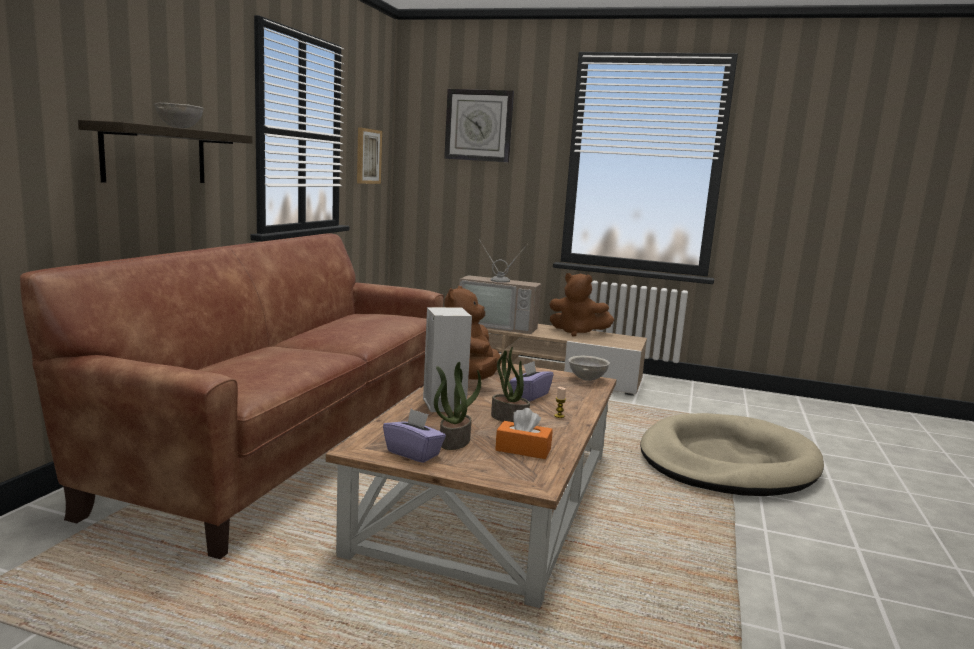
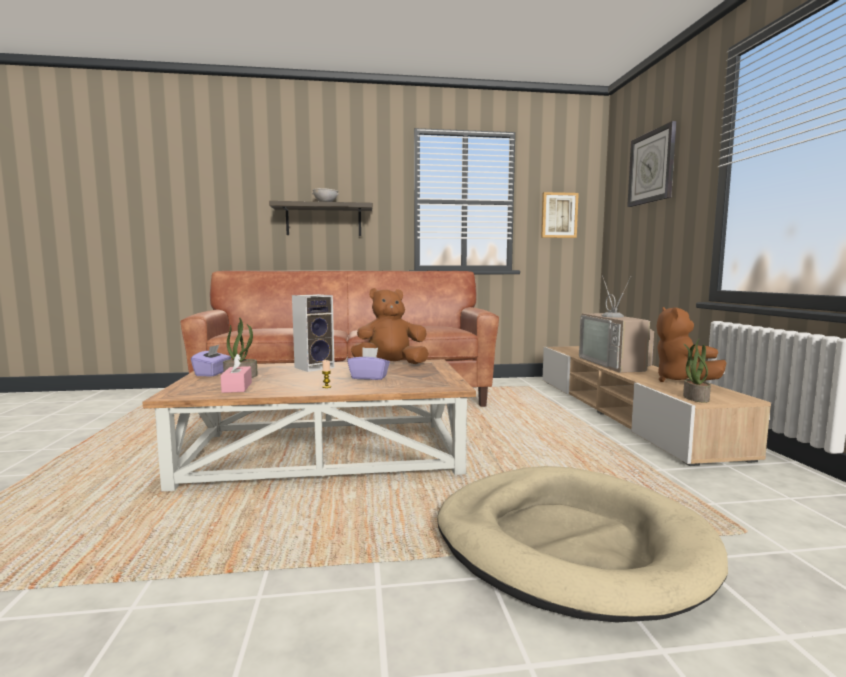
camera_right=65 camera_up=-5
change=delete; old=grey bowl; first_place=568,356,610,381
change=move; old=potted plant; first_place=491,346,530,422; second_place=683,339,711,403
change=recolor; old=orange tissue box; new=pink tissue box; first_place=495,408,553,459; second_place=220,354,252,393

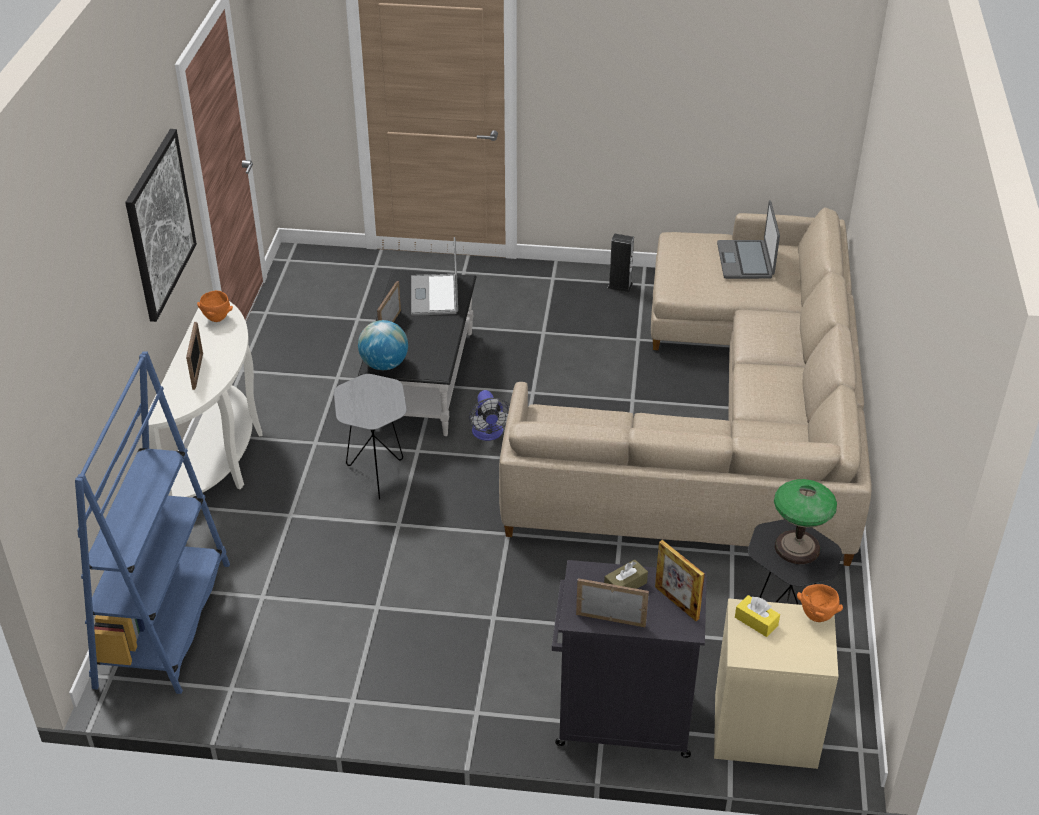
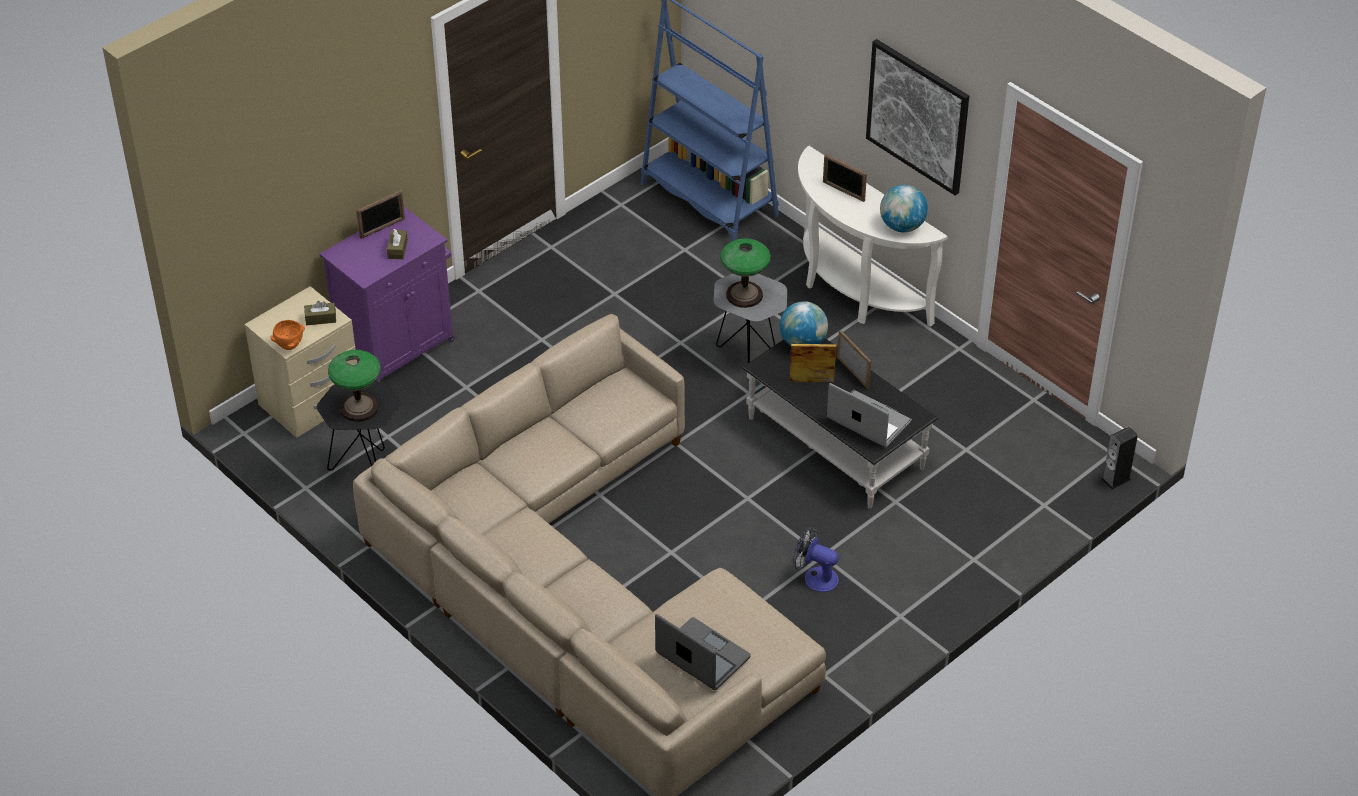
camera_right=130 camera_up=5
change=insert; new=table lamp; second_place=720,238,771,308
change=move; old=fan; first_place=469,390,510,441; second_place=793,527,839,592
change=move; old=speaker; first_place=608,234,634,292; second_place=1100,426,1138,490
change=move; old=picture frame; first_place=655,540,705,621; second_place=790,344,836,382
change=replace; old=orange bowl; new=globe; first_place=197,290,233,322; second_place=880,185,928,233
change=recolor; old=black cabinet; new=purple cabinet; first_place=552,560,707,758; second_place=320,207,455,381
change=recolor; old=yellow tissue box; new=brown tissue box; first_place=735,595,780,637; second_place=304,301,336,325

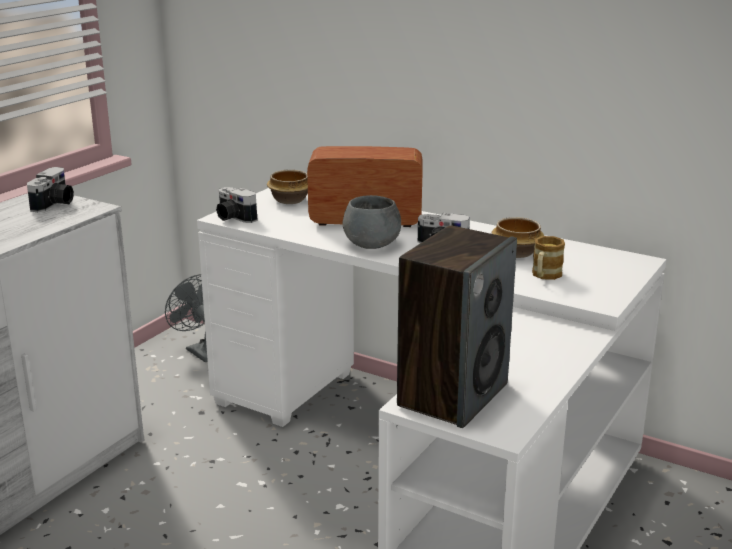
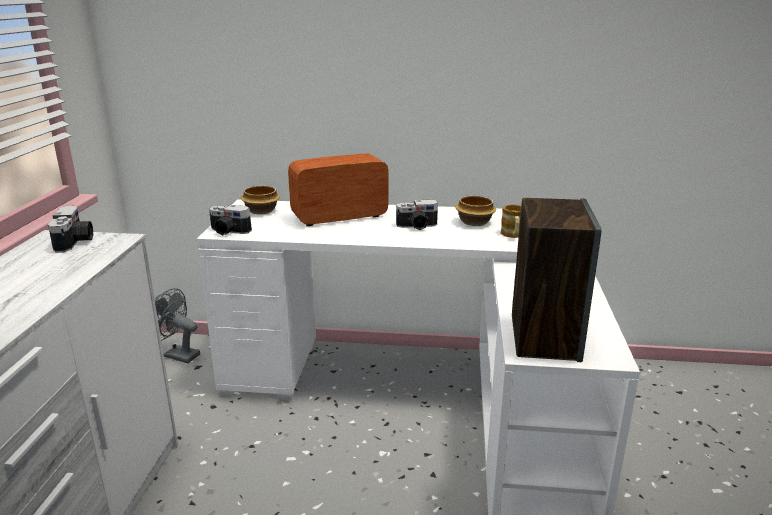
camera_right=-25 camera_up=0
change=delete; old=grey bowl; first_place=343,195,401,249

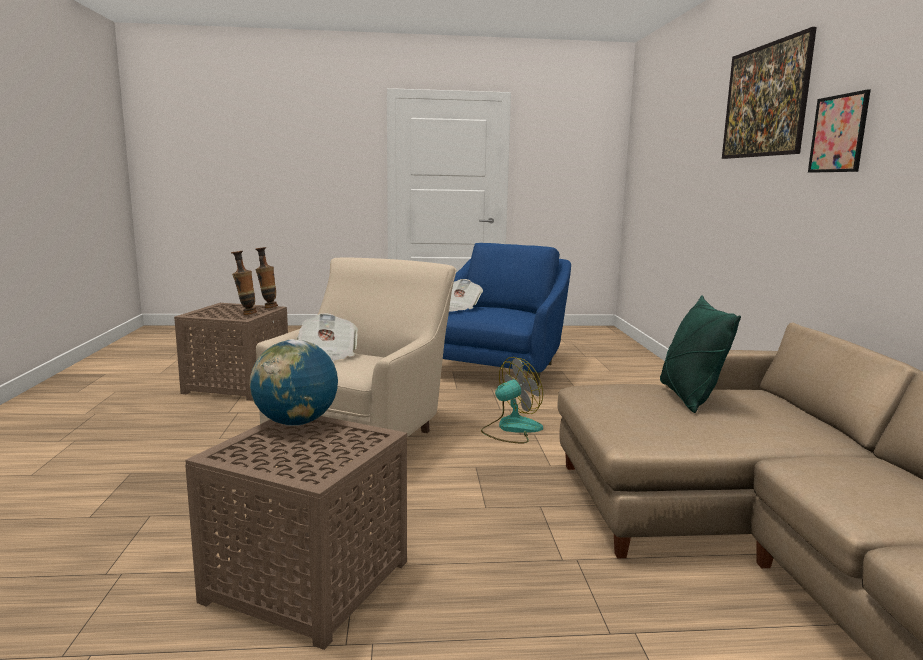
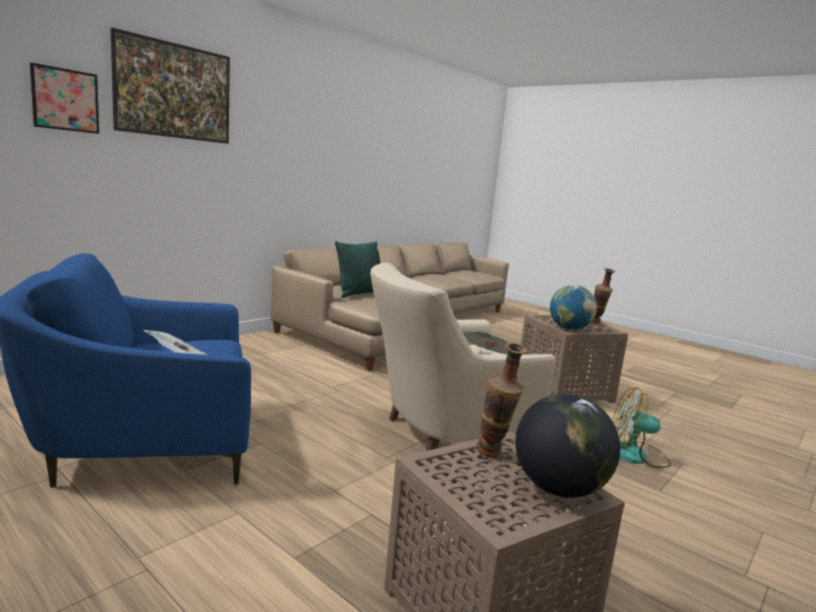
camera_right=-135 camera_up=0
change=insert; new=globe; second_place=515,394,620,498
change=move; old=vase; first_place=255,247,278,308; second_place=591,268,615,324
change=move; old=fan; first_place=481,357,543,443; second_place=613,387,671,468
change=move; old=picture; first_place=808,90,871,173; second_place=30,62,99,134

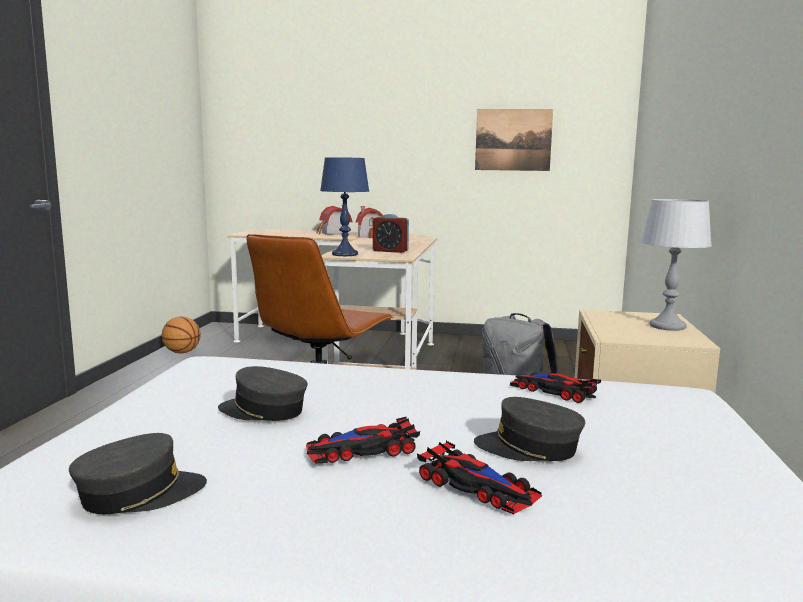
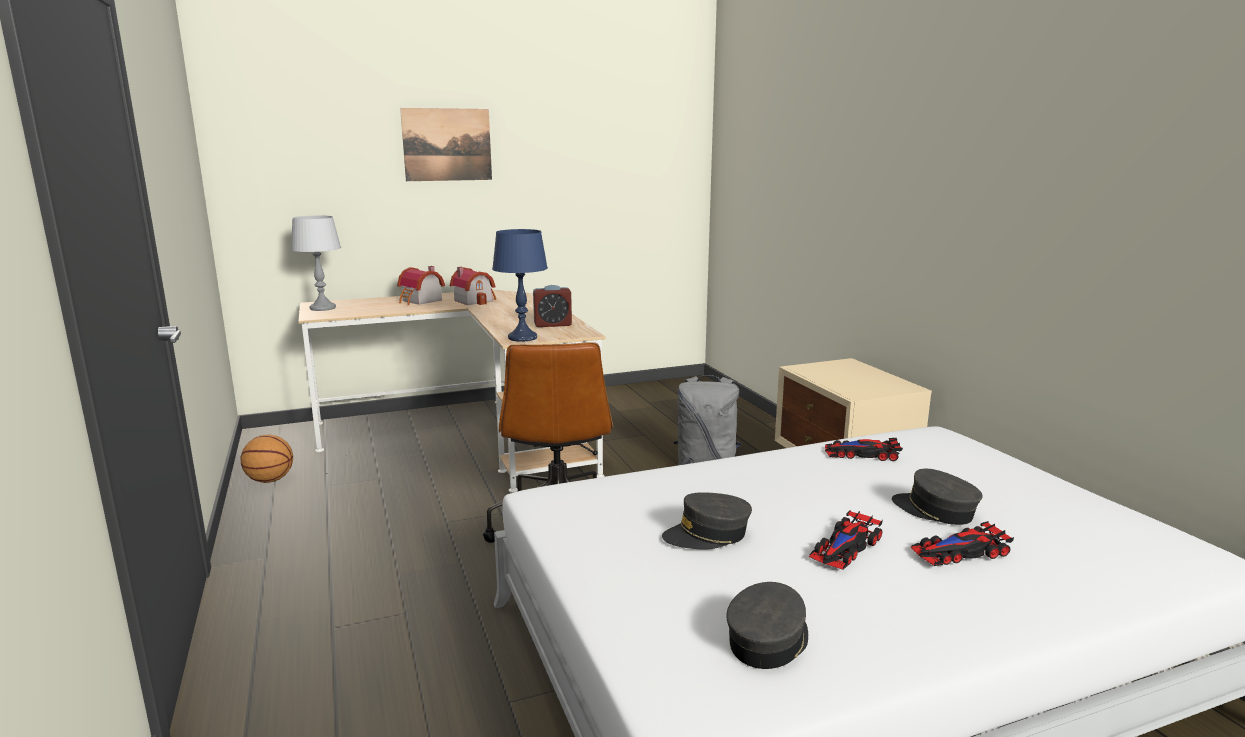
camera_right=-30 camera_up=5
change=move; old=picture; first_place=475,109,553,171; second_place=400,108,492,181
change=move; old=grey table lamp; first_place=641,199,712,331; second_place=291,215,341,311
change=rotate; old=toy car; first_place=417,441,542,514; second_place=911,521,1014,566; degrees=150
change=rotate; old=grey cap; first_place=474,397,585,461; second_place=892,469,982,525; degrees=60

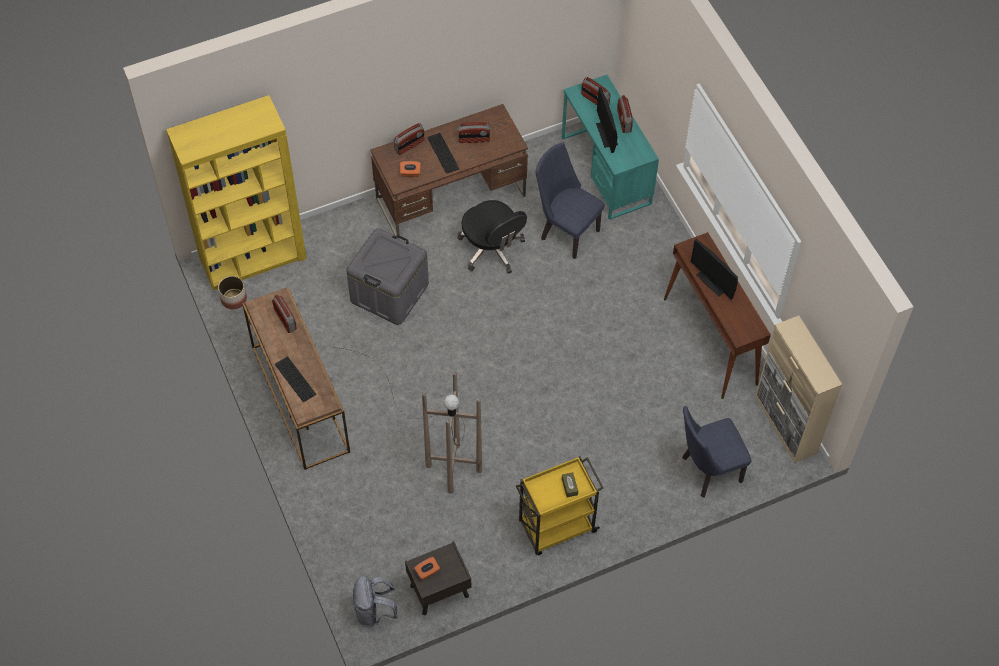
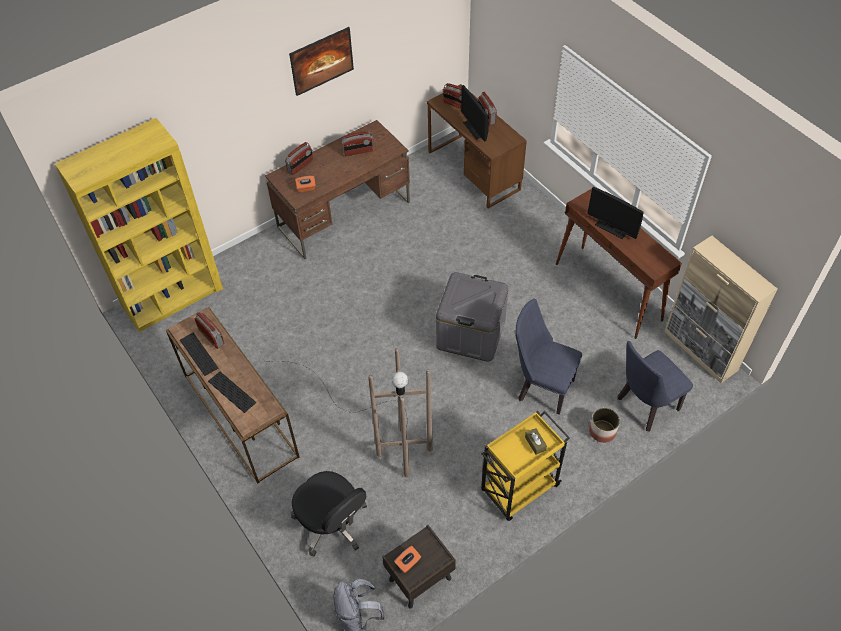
camera_right=-10 camera_up=-5
change=insert; new=picture; second_place=289,27,354,96
change=move; old=planter; first_place=218,276,247,309; second_place=589,408,620,443
change=move; old=grey storage box; first_place=346,228,429,325; second_place=436,272,508,362
change=move; old=keyboard; first_place=427,133,459,174; second_place=180,333,218,376
change=move; old=black office chair; first_place=457,200,527,273; second_place=291,471,367,556
change=move; old=blue chair; first_place=536,142,605,259; second_place=516,298,582,415
change=recolor; old=turquoise desk; new=brown desk; first_place=562,75,659,220; second_place=427,84,527,208

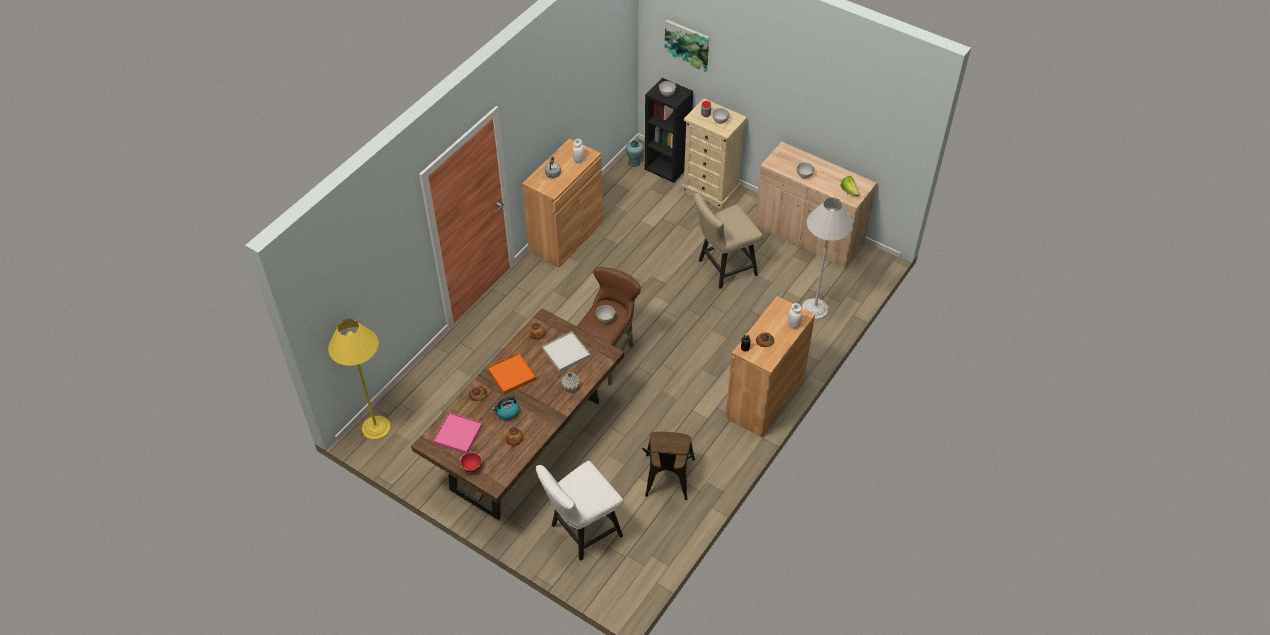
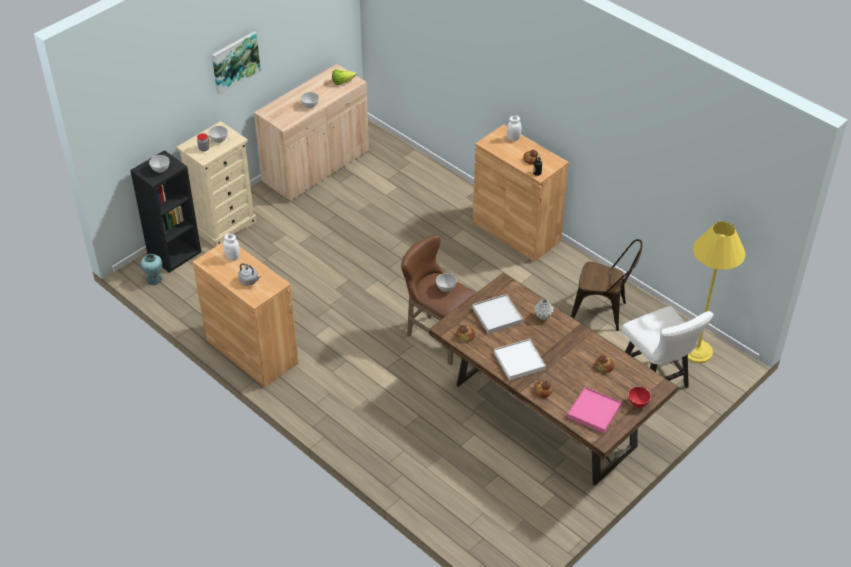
camera_right=-80 camera_up=-5
change=delete; old=kettle; first_place=492,397,520,420
change=delete; old=beige chair; first_place=694,193,763,289
change=delete; old=white floor lamp; first_place=802,197,853,320
change=move; old=yellow floor lamp; first_place=328,319,391,441; second_place=688,221,746,363
change=move; old=picture; first_place=664,20,709,73; second_place=212,32,261,95
change=recolor; old=orange tray; new=white tray; first_place=488,353,536,395; second_place=494,339,546,380

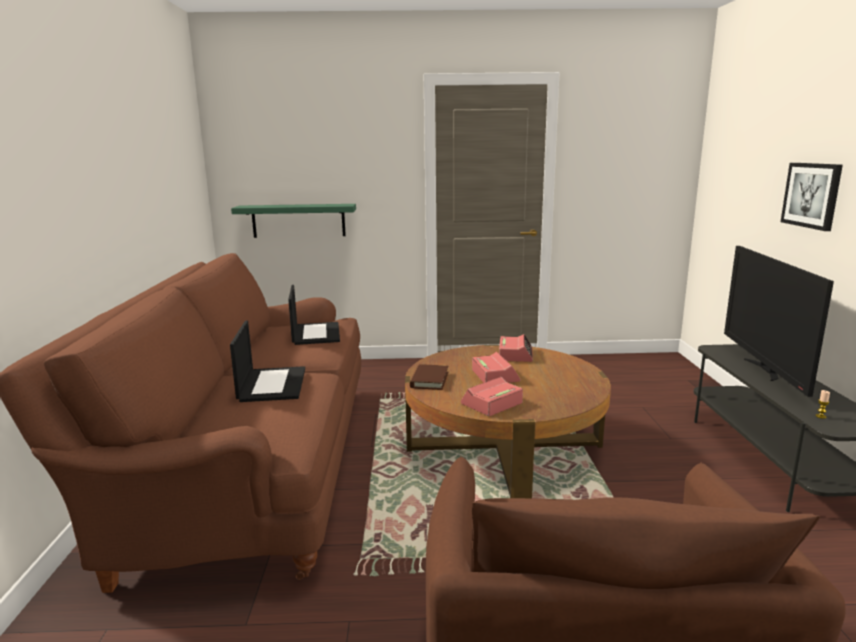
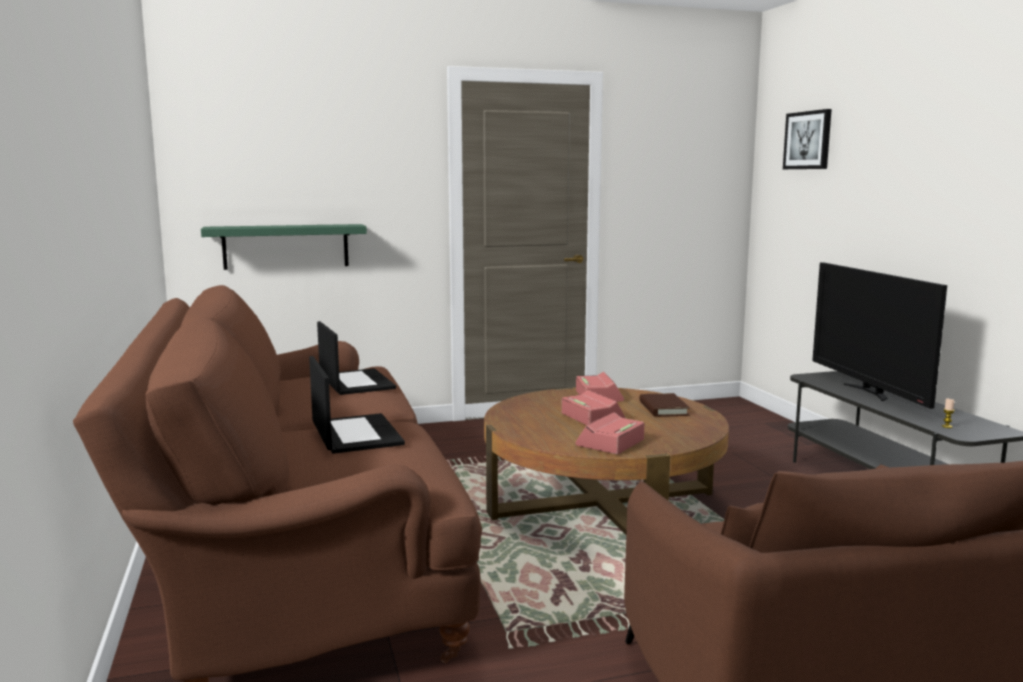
camera_right=-15 camera_up=-5
change=move; old=brown book; first_place=410,364,448,390; second_place=639,393,690,417
change=move; old=picture; first_place=781,163,843,231; second_place=783,109,832,169

